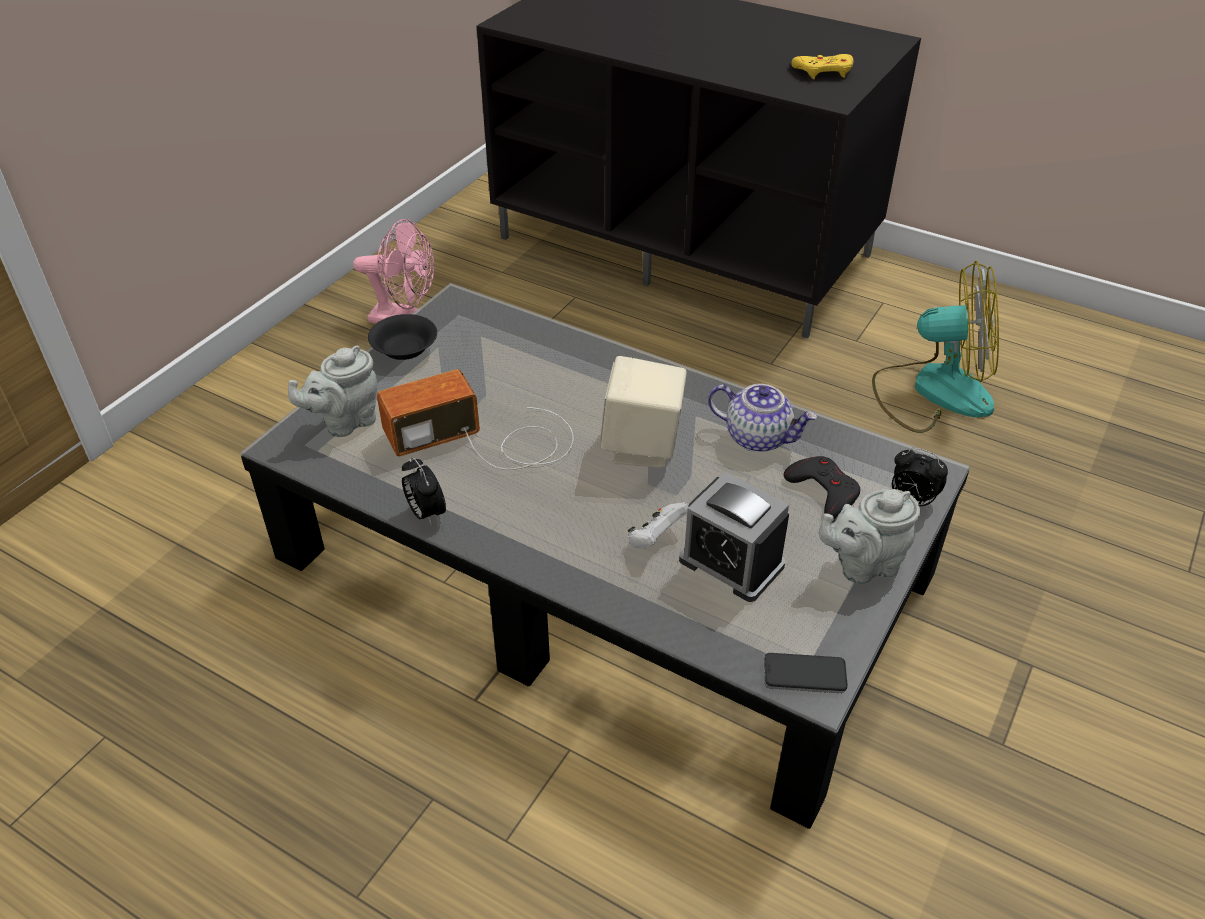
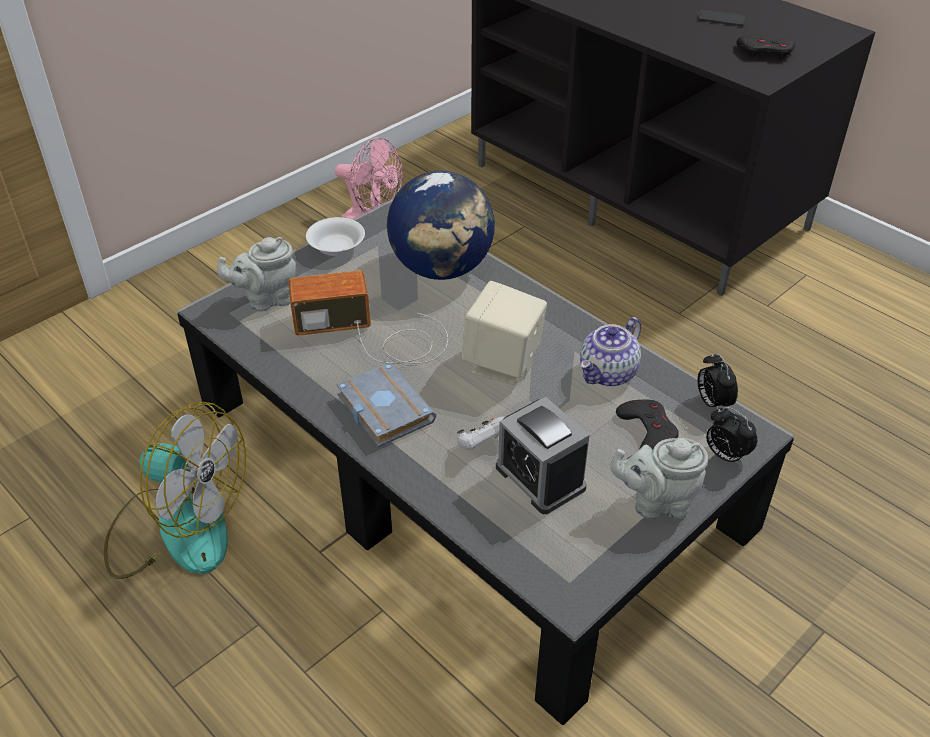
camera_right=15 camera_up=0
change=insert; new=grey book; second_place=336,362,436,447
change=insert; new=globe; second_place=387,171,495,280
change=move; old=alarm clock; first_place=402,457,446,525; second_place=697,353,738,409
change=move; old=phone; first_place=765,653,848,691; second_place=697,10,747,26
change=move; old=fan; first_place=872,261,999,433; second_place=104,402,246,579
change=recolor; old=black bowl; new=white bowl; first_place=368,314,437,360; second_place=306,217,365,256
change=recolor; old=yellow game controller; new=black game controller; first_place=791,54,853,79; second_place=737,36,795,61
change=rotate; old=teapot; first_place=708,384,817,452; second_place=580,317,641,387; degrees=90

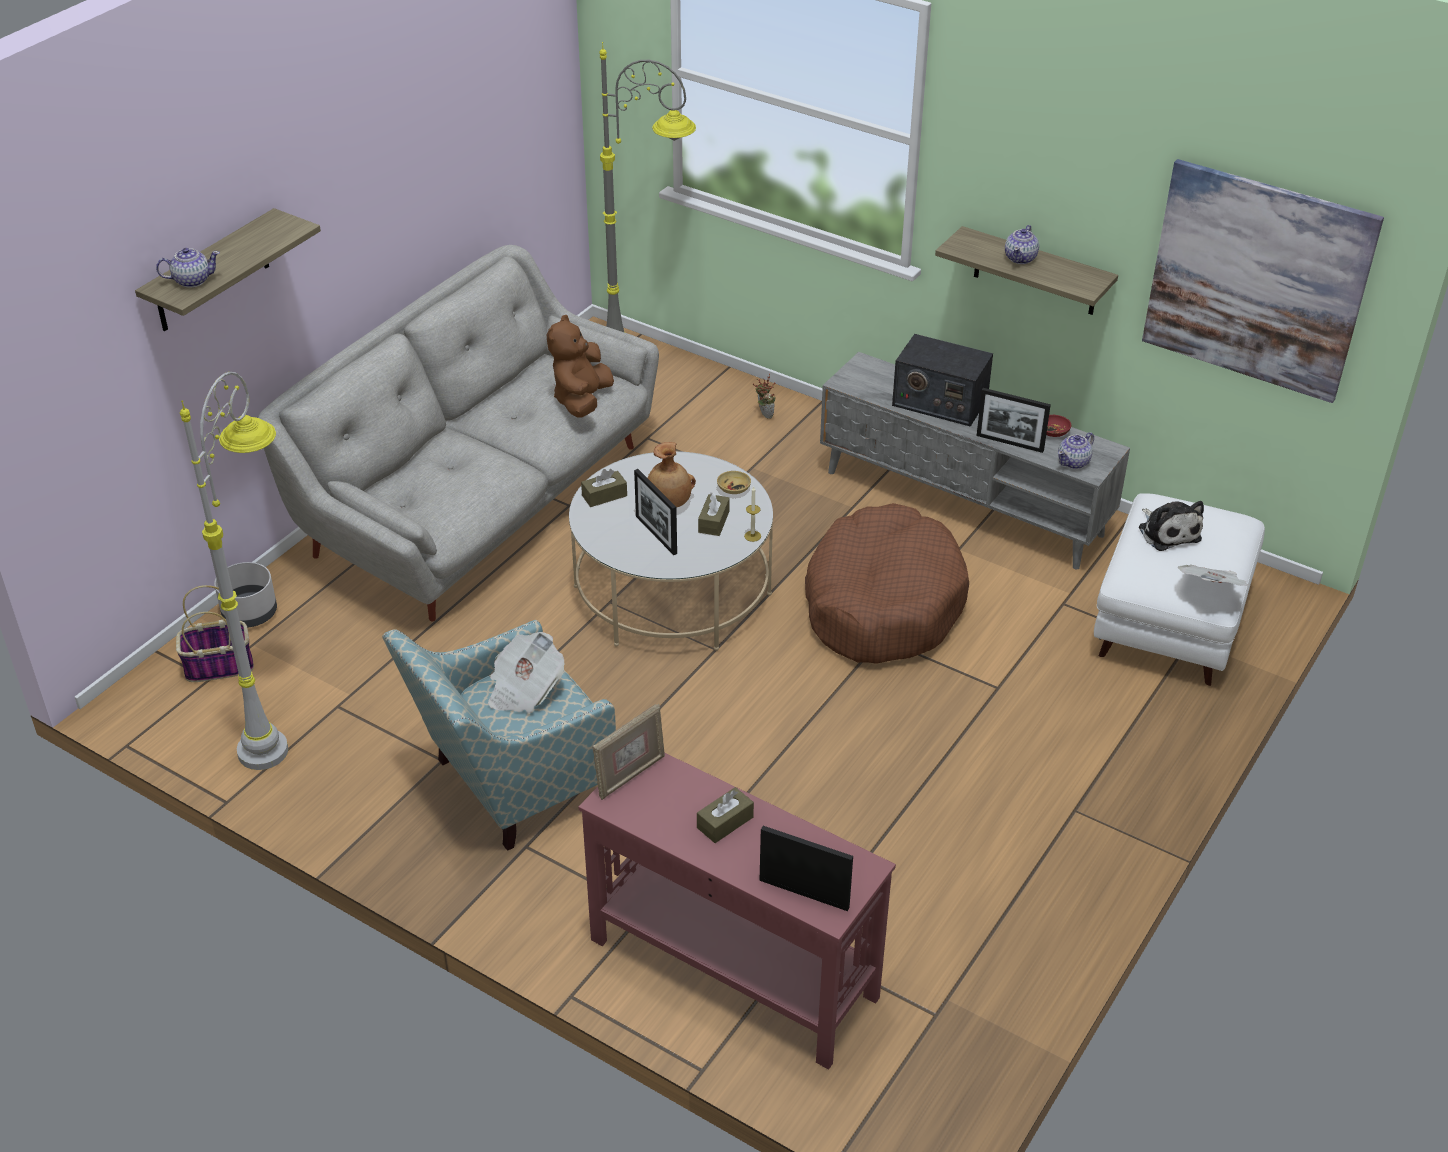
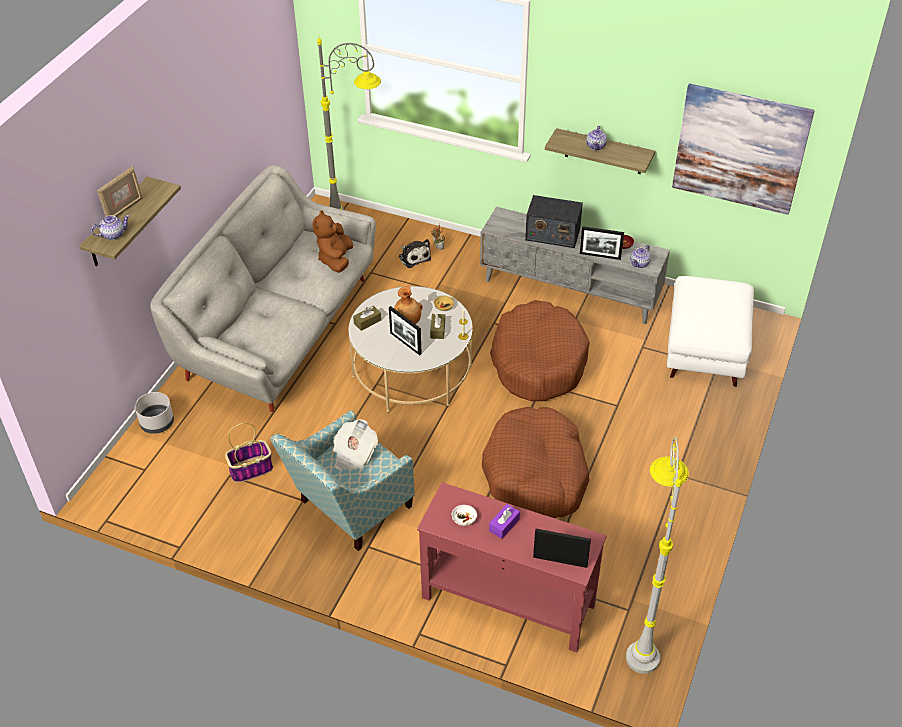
camera_right=-10 camera_up=5
change=delete; old=newspaper; first_place=1178,564,1250,586
change=insert; new=white bowl; second_place=452,505,477,526
change=insert; new=brown dog bed; second_place=482,407,589,518
change=move; old=basket; first_place=176,585,254,682; second_place=225,423,273,483
change=move; old=grey floor lamp; first_place=180,372,288,770; second_place=626,436,689,674
change=move; old=picture frame; first_place=593,704,665,800; second_place=97,167,143,217
change=move; old=plush toy; first_place=1139,501,1204,551; second_place=399,239,431,268
change=recolor; old=brown tissue box; new=purple tissue box; first_place=697,787,754,843; second_place=489,504,520,539

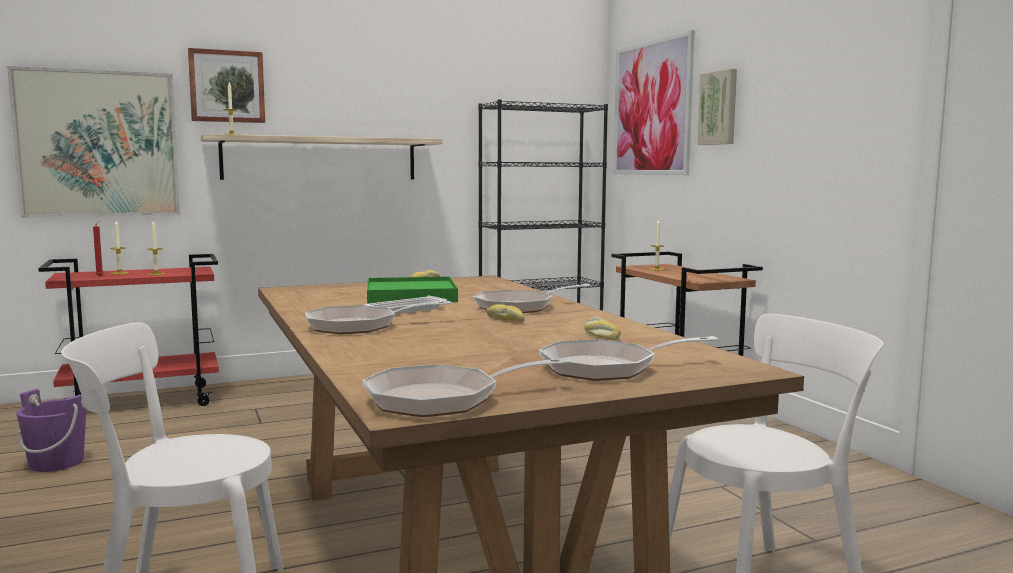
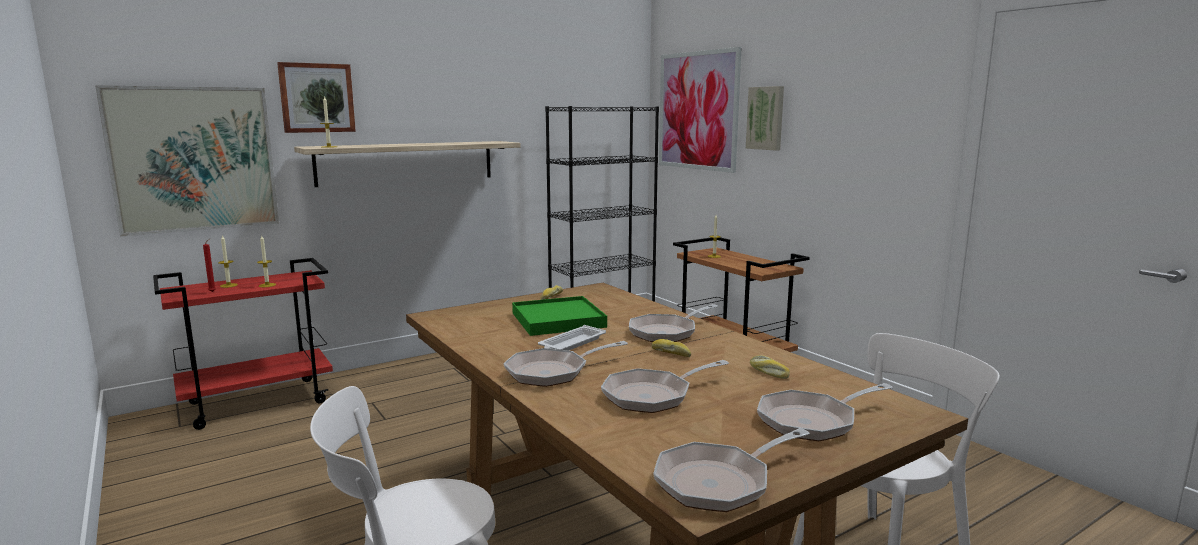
camera_right=-10 camera_up=5
change=delete; old=purple bucket; first_place=16,389,86,472
change=insert; new=frying pan; second_place=601,360,729,413

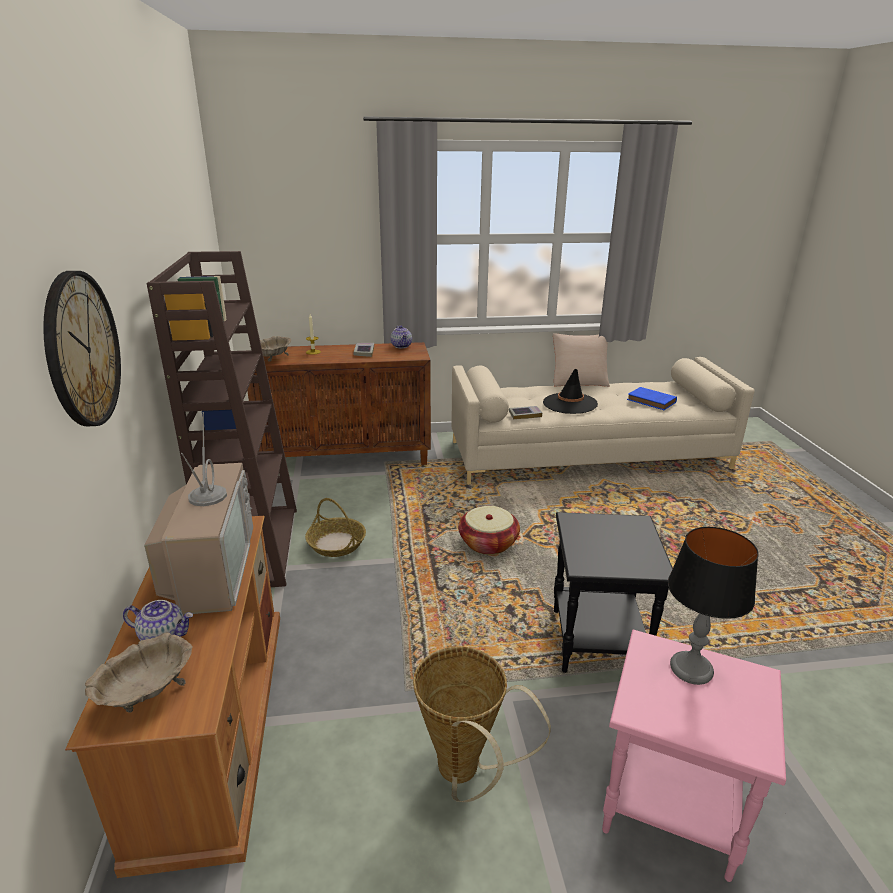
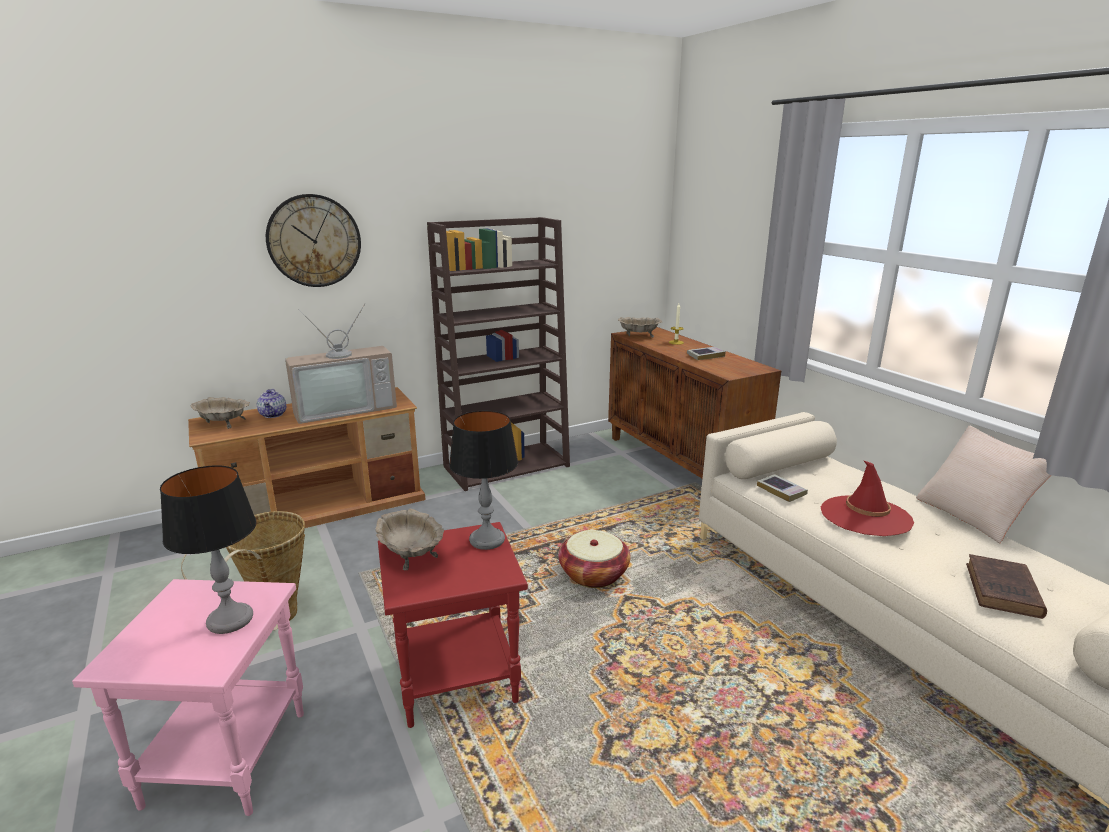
camera_right=70 camera_up=-5
change=delete; old=basket; first_place=305,498,366,557
change=delete; old=teapot; first_place=391,326,412,348
change=insert; new=beige bowl; second_place=375,509,444,570
change=insert; new=table lamp; second_place=449,411,518,550
change=recolor; old=black hat; new=red hat; first_place=543,369,598,414; second_place=821,460,914,536
change=recolor; old=black side table; new=red side table; first_place=554,512,673,673; second_place=378,522,528,728
change=recolor; old=blue book; new=brown book; first_place=627,387,677,410; second_place=966,554,1047,619

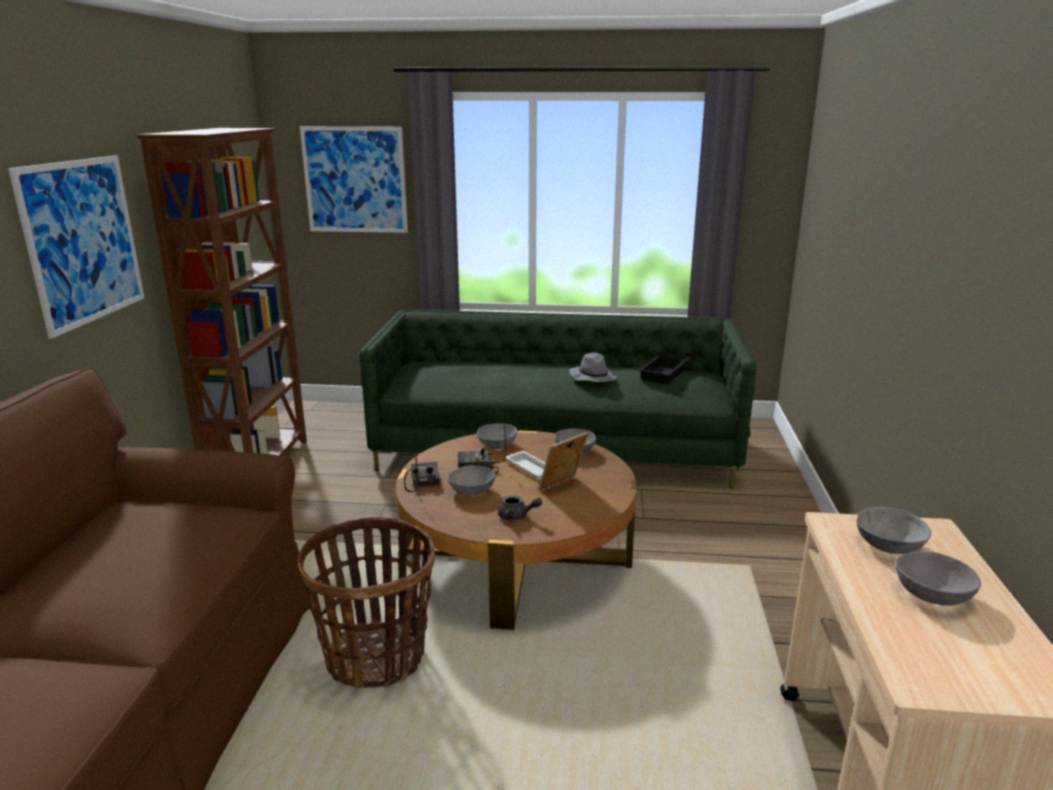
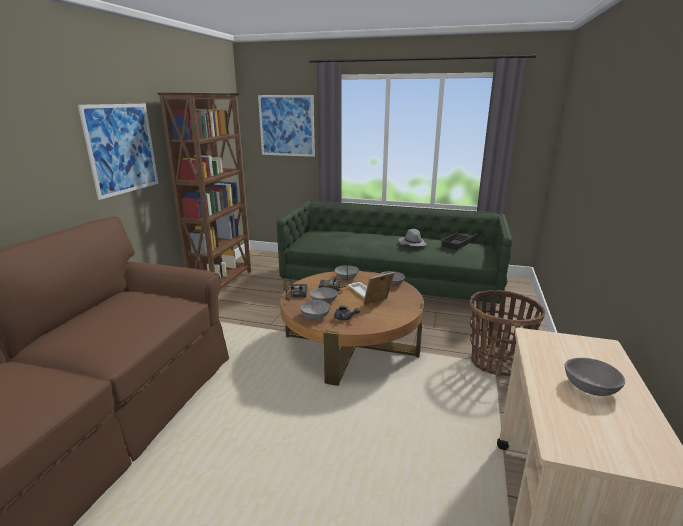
camera_right=10 camera_up=0
change=move; old=basket; first_place=297,517,435,688; second_place=470,290,545,376
change=move; old=grey bowl; first_place=857,507,931,554; second_place=300,300,330,320

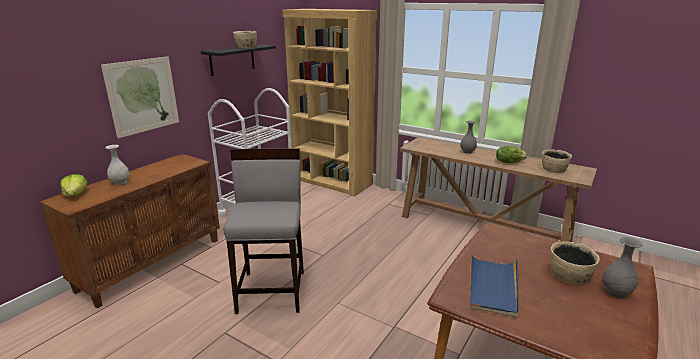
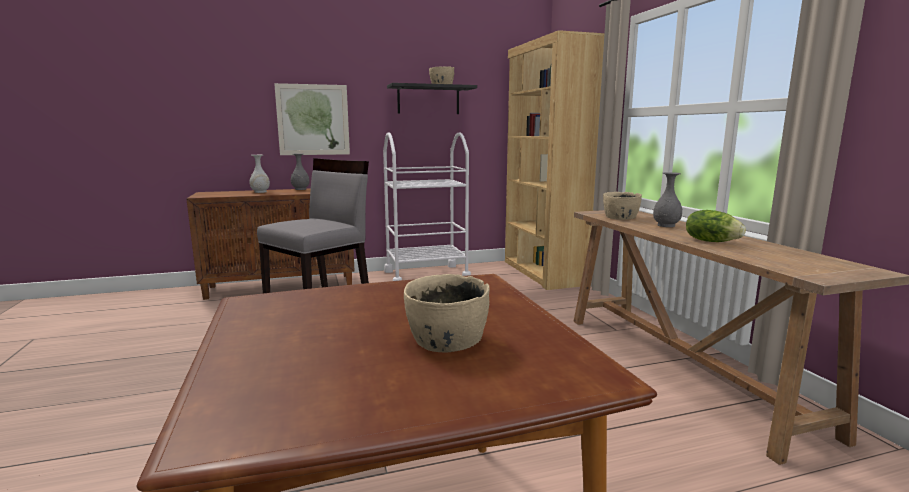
camera_right=40 camera_up=-10
change=delete; old=lettuce; first_place=61,174,88,197
change=delete; old=blue tray; first_place=470,253,519,317
change=move; old=beige bowl; first_place=542,149,572,173; second_place=603,192,642,220
change=move; old=grey vase; first_place=602,237,643,298; second_place=291,153,310,190

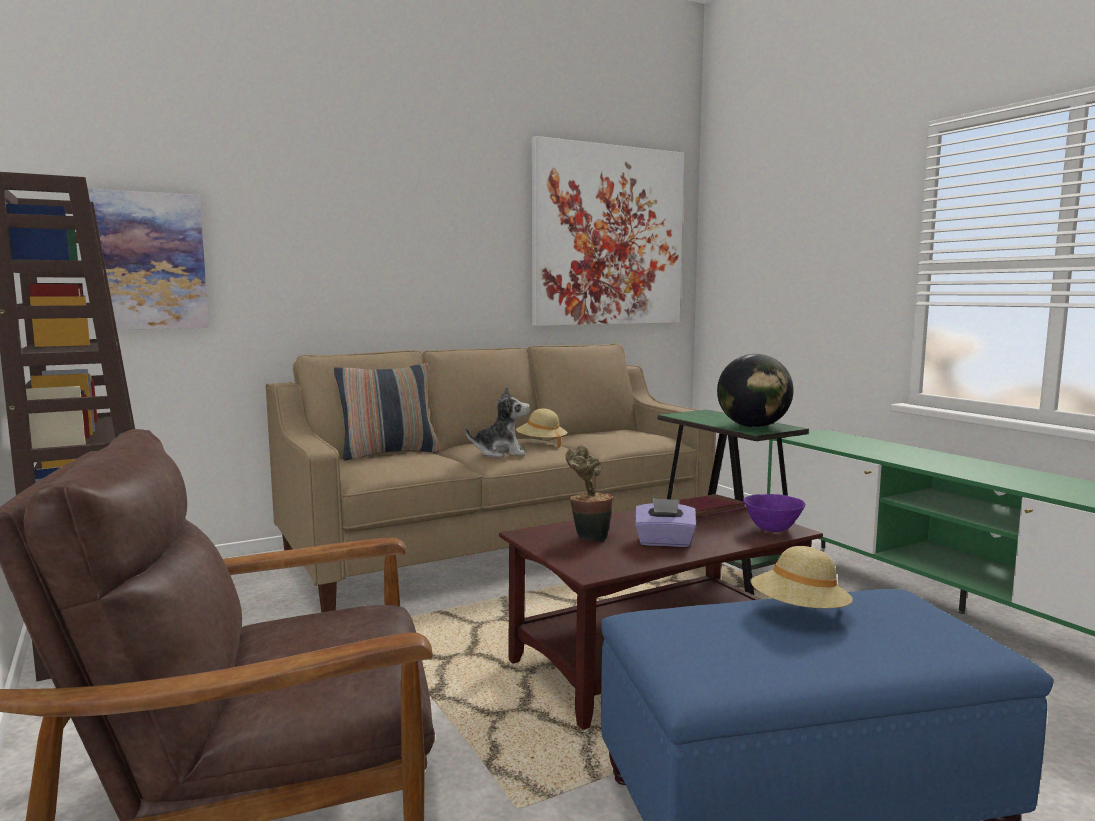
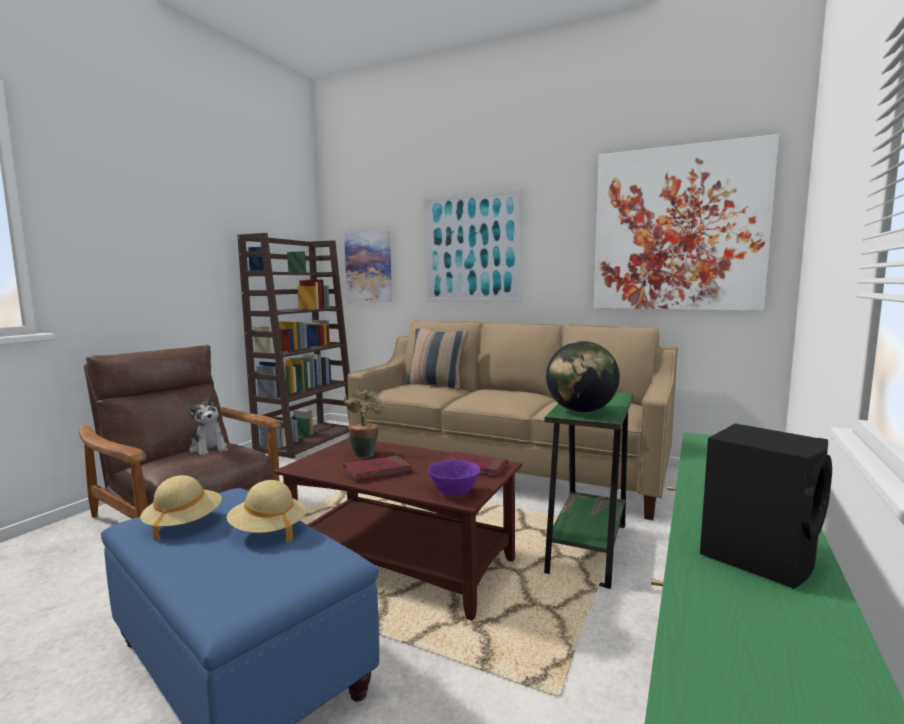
camera_right=55 camera_up=0
change=insert; new=picture; second_place=423,188,523,303
change=insert; new=black speaker; second_place=700,423,832,589
change=move; old=plush toy; first_place=465,387,530,457; second_place=186,395,228,455
change=move; old=beige hat; first_place=516,408,567,448; second_place=140,475,222,542
change=replace; old=purple tissue box; new=red book; first_place=635,498,697,547; second_place=343,455,412,480

